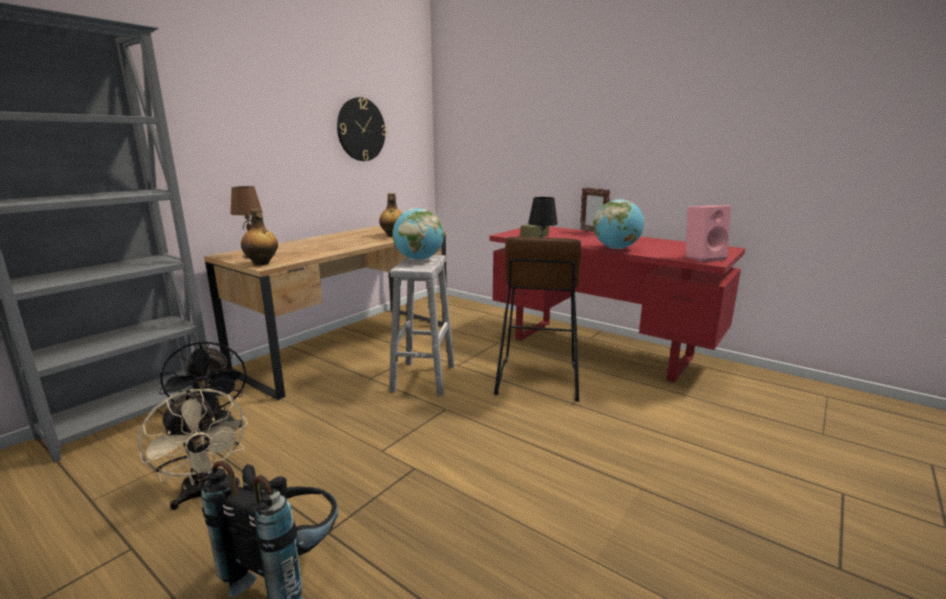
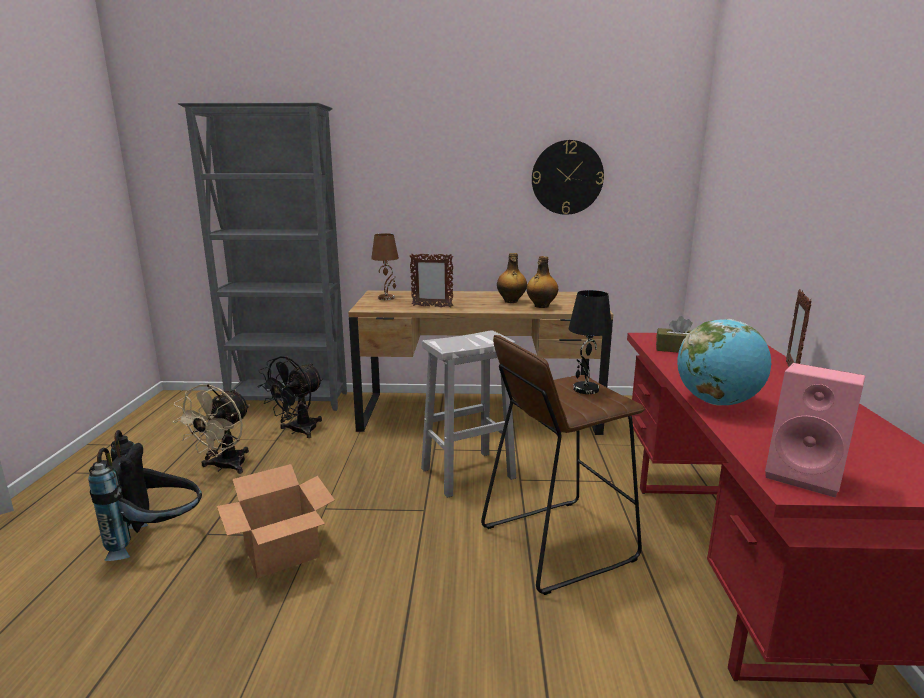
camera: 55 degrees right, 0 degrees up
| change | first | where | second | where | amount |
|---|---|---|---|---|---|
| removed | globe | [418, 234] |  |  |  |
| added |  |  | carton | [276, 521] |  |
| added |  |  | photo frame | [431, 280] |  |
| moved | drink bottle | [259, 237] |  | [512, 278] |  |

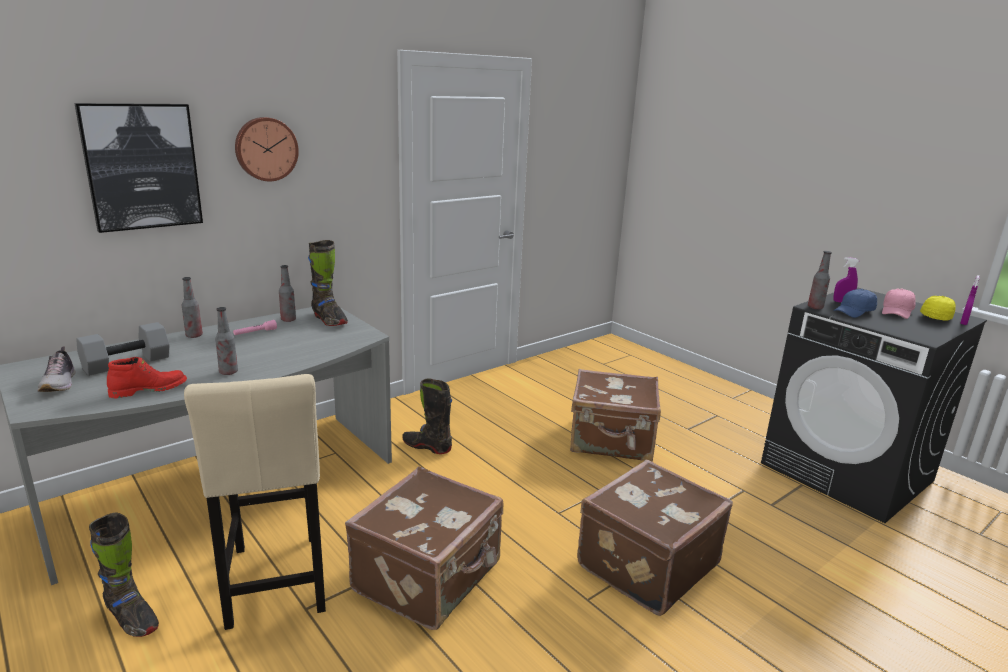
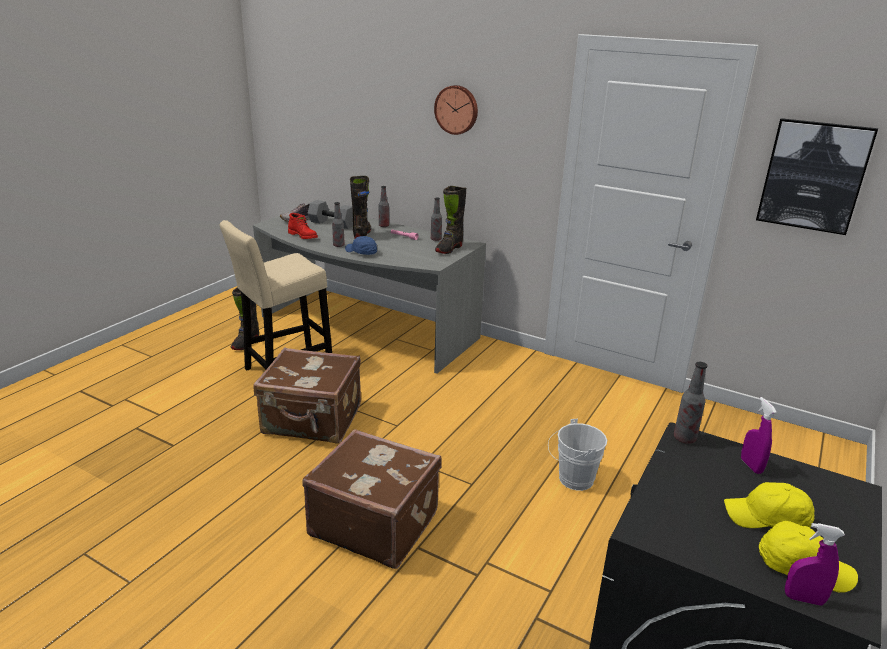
camera: 70 degrees right, 5 degrees up
| change | first | where | second | where | amount |
|---|---|---|---|---|---|
| moved | wall picture | [138, 168] |  | [817, 176] |  |
| moved | black tall boot | [427, 416] |  | [361, 207] |  |
| moved | bluish baseball cap | [855, 303] |  | [361, 245] |  |
| replaced | brownish travel case | [615, 415] | white-coloured bucket | [577, 455] |  |
| recoloured | pink baseball cap | [899, 304] | yellow-coloured baseball cap | [769, 505] |  |

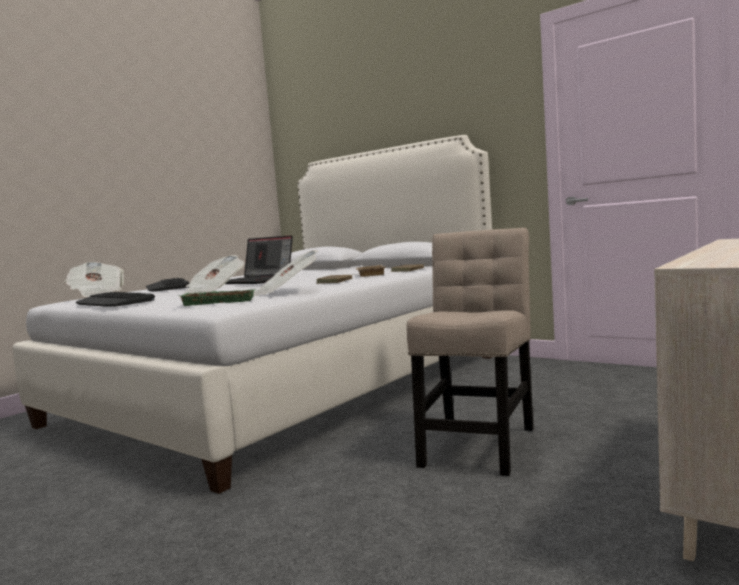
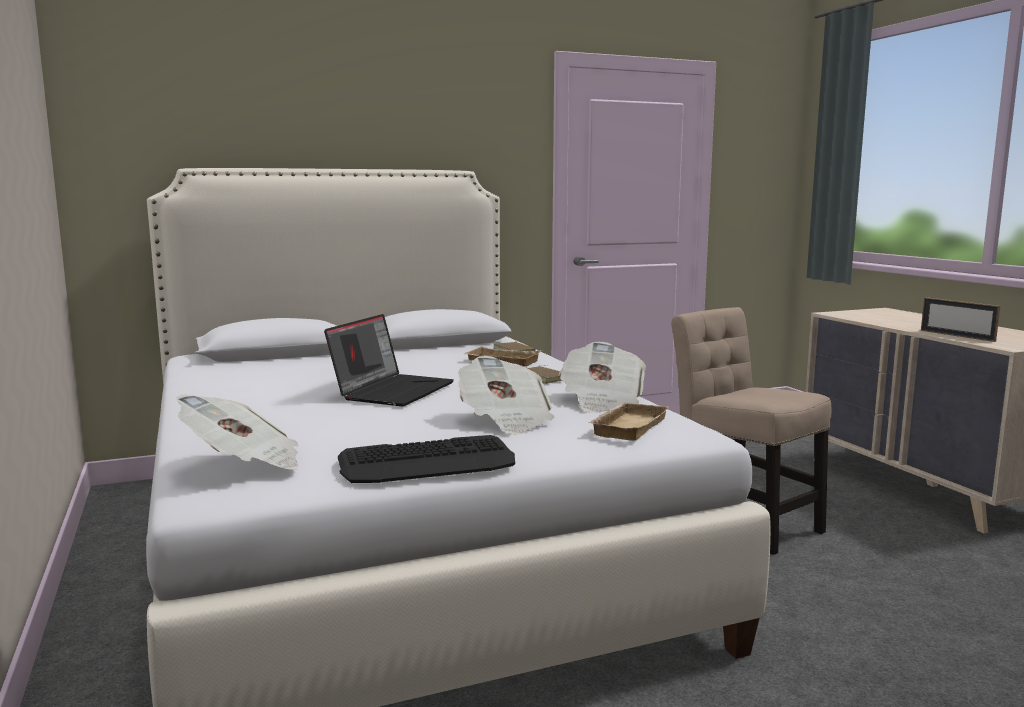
camera: 60 degrees left, 5 degrees up
| change | first | where | second | where | amount |
|---|---|---|---|---|---|
| removed | computer keyboard | [167, 284] |  |  |  |
| added |  |  | photo frame | [960, 319] |  |
| recoloured | green carrying tray | [217, 297] | beige-coloured carrying tray | [628, 421] |  |
| turned | notebook computer | [259, 259] |  | [389, 360] | 45 degrees counterclockwise |

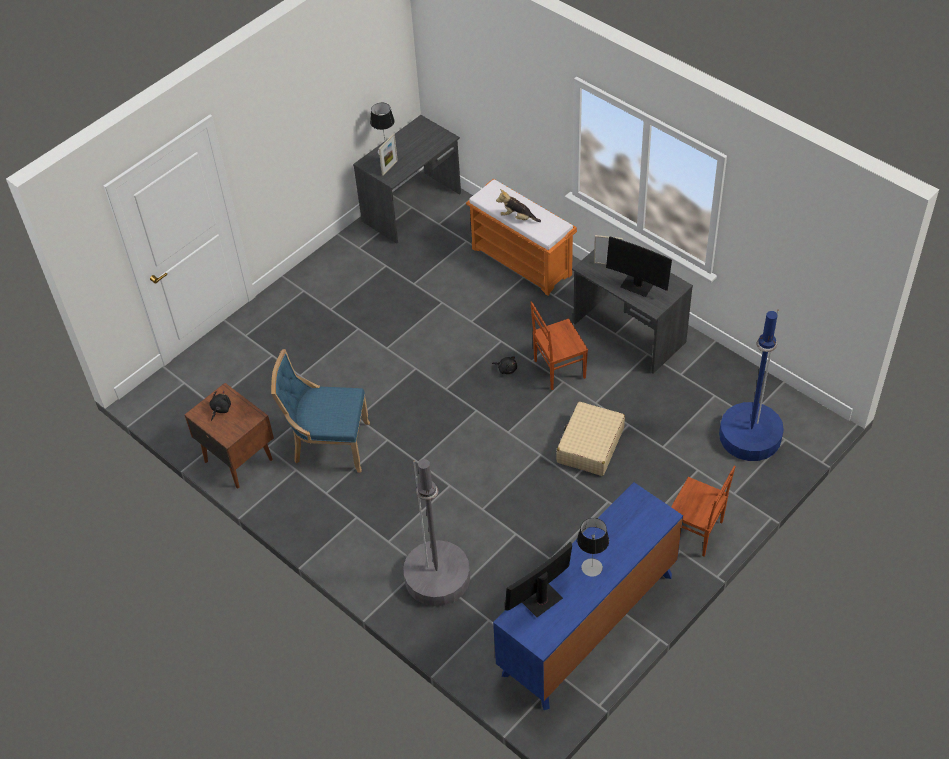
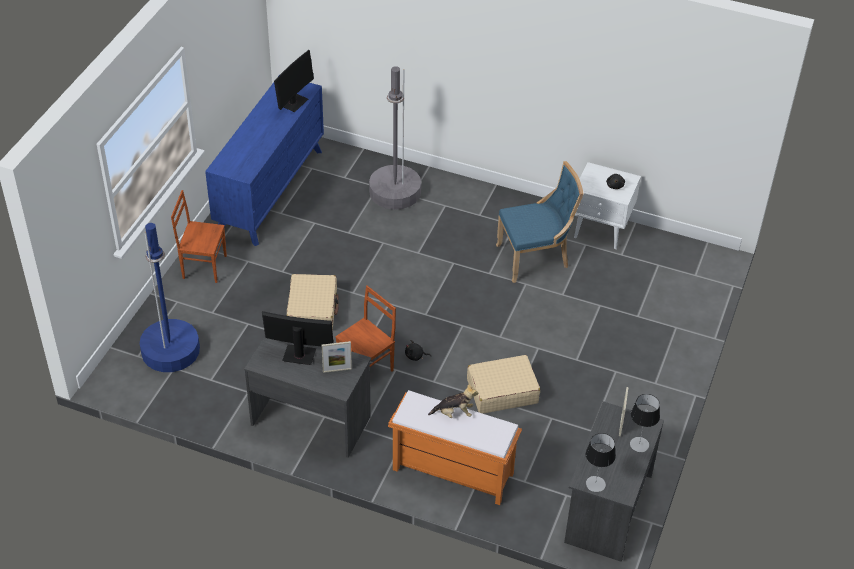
camera: 155 degrees right, 5 degrees down
| change | first | where | second | where | amount |
|---|---|---|---|---|---|
| added |  |  | beige-coloured travel case | [503, 384] |  |
| moved | tabletop lamp | [593, 547] |  | [601, 462] |  |
| recoloured | brownish night table | [229, 436] | white-coloured night table | [607, 205] |  |

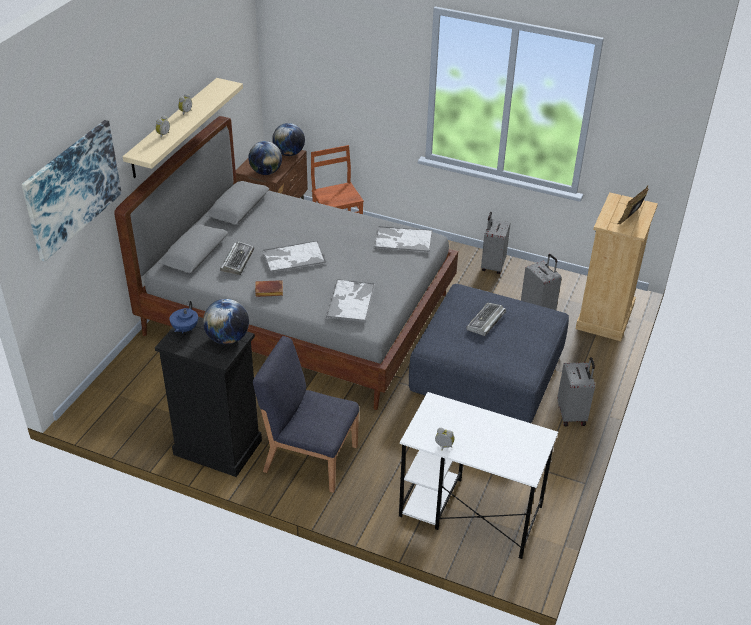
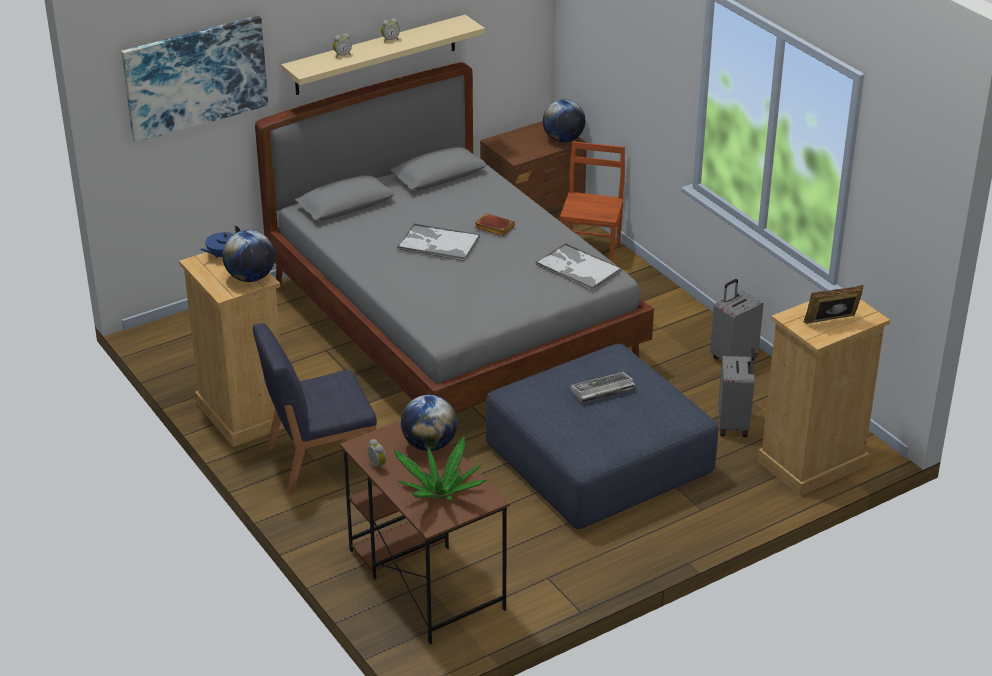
camera: 35 degrees right, 5 degrees down
| change | first | where | second | where | amount |
|---|---|---|---|---|---|
| removed | computer keyboard | [237, 258] |  |  |  |
| removed | carrying tray | [350, 301] |  |  |  |
| removed | greyish travel case | [576, 392] |  |  |  |
| added |  |  | potted plant | [440, 468] |  |
| moved | globe | [265, 158] |  | [429, 423] |  |
| moved | brownish bound book | [269, 288] |  | [495, 224] |  |
| recoloured | black dresser | [208, 397] | beige-coloured dresser | [231, 349] |  |
| recoloured | white-coloured desk table | [478, 475] | brownish desk table | [425, 532] |  |
| turned | bluish chair | [306, 414] |  | [315, 409] | 75 degrees counterclockwise |

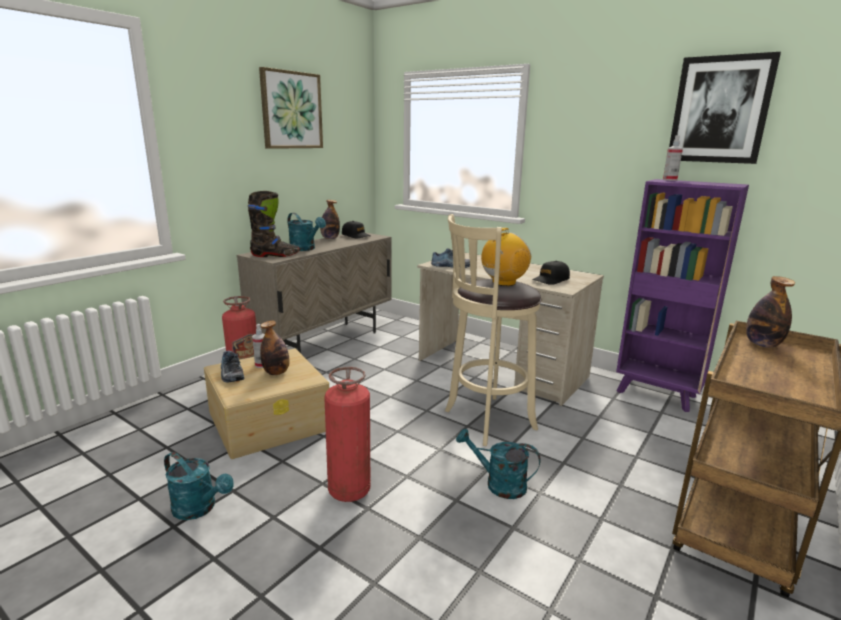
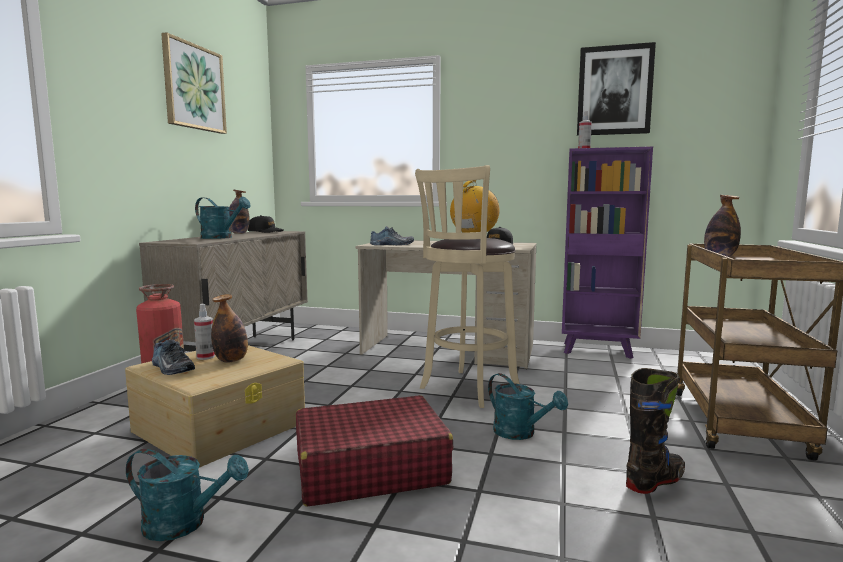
camera: 20 degrees left, 10 degrees down
| change | first | where | second | where | amount |
|---|---|---|---|---|---|
| moved | black tall boot | [274, 224] |  | [655, 431] |  |
| replaced | fire extinguisher | [347, 434] | red travel case | [374, 450] |  |
| turned | blue-green watering can | [498, 463] |  | [528, 406] | 135 degrees counterclockwise |

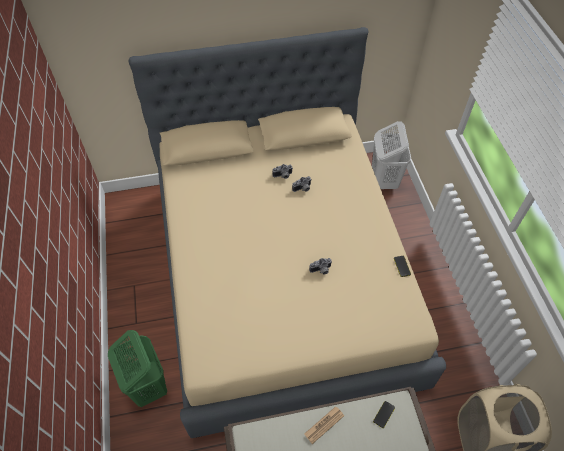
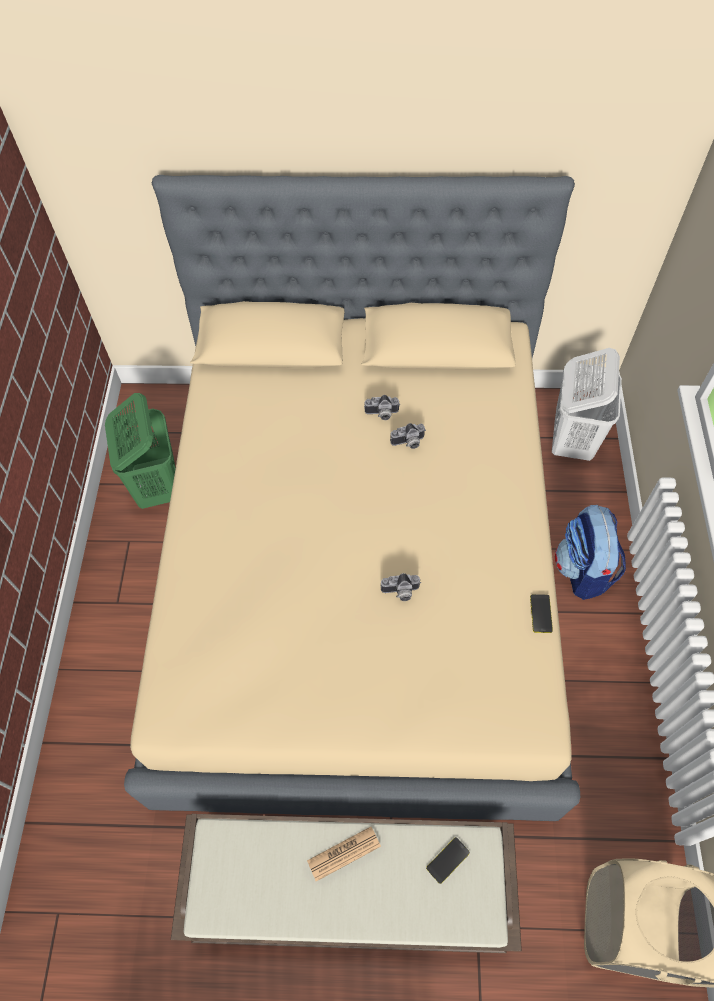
camera: 15 degrees right, 5 degrees up
| change | first | where | second | where | amount |
|---|---|---|---|---|---|
| added |  |  | knapsack | [590, 552] |  |
| moved | green washing basket | [137, 368] |  | [140, 451] |  |

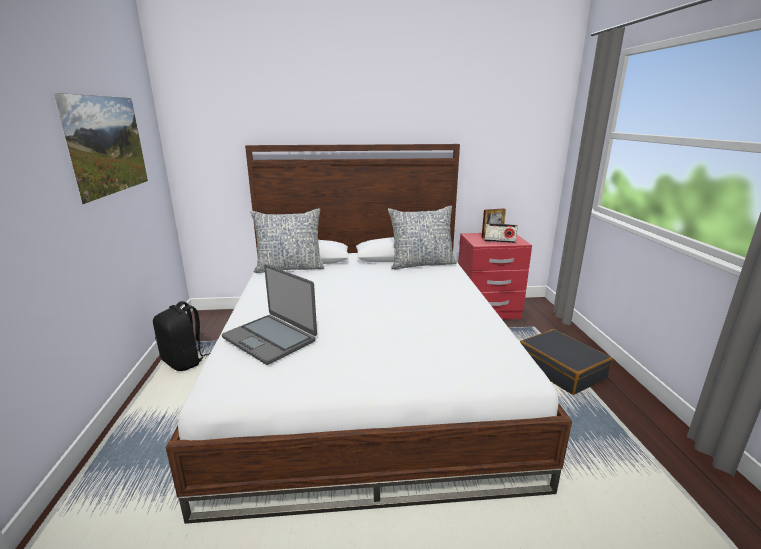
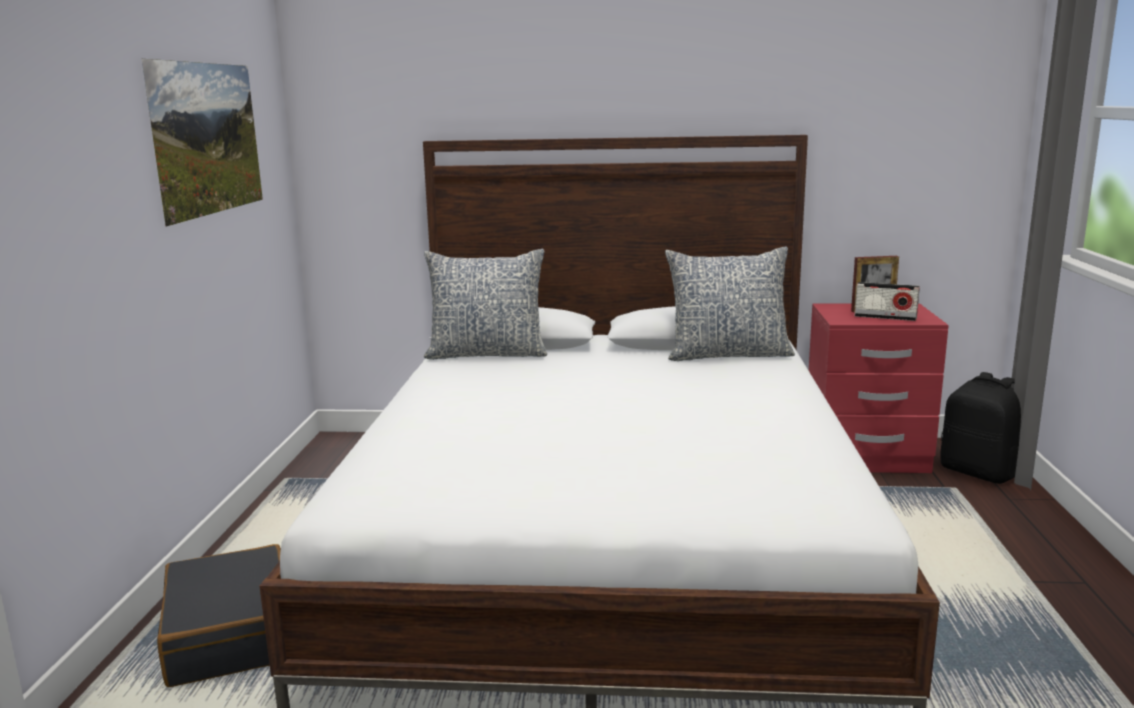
camera: 10 degrees right, 5 degrees down
| change | first | where | second | where | amount |
|---|---|---|---|---|---|
| removed | notebook computer | [269, 314] |  |  |  |
| moved | black knapsack | [181, 336] |  | [980, 428] |  |
| moved | black travel case | [566, 362] |  | [219, 615] |  |

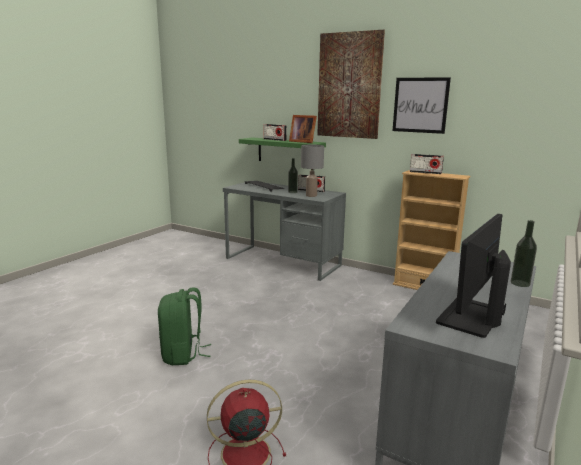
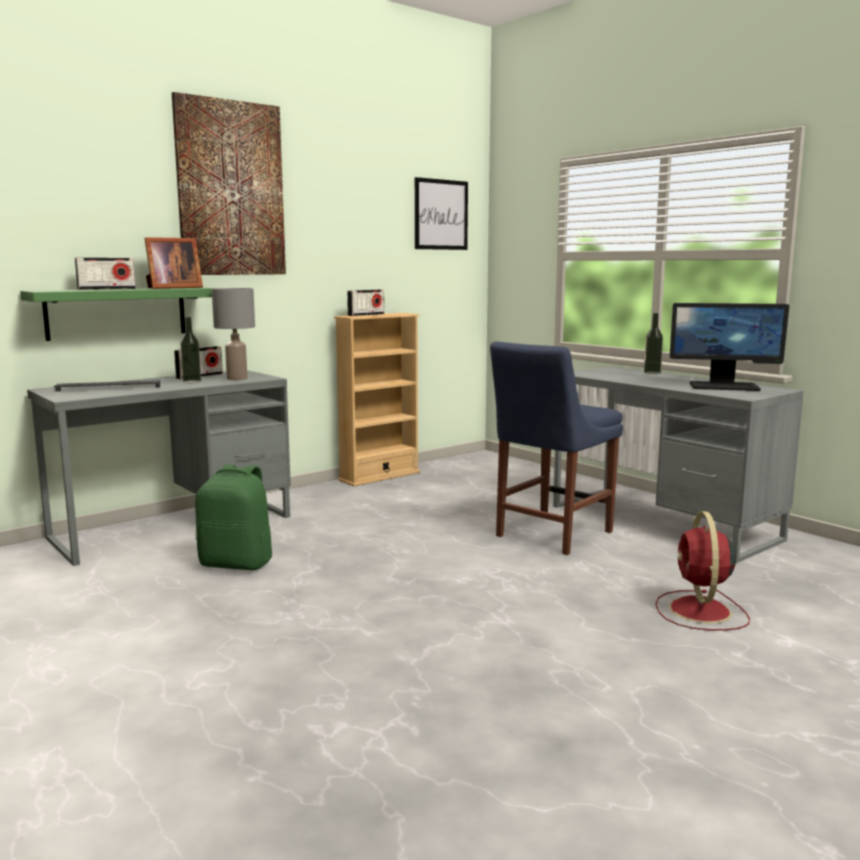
camera: 70 degrees left, 5 degrees down
| change | first | where | second | where | amount |
|---|---|---|---|---|---|
| added |  |  | bluish chair | [556, 448] |  |
| moved | green knapsack | [184, 326] |  | [234, 517] |  |
| moved | wall picture | [422, 105] |  | [441, 213] |  |
| turned | monitor | [473, 276] |  | [729, 347] | 45 degrees counterclockwise |

